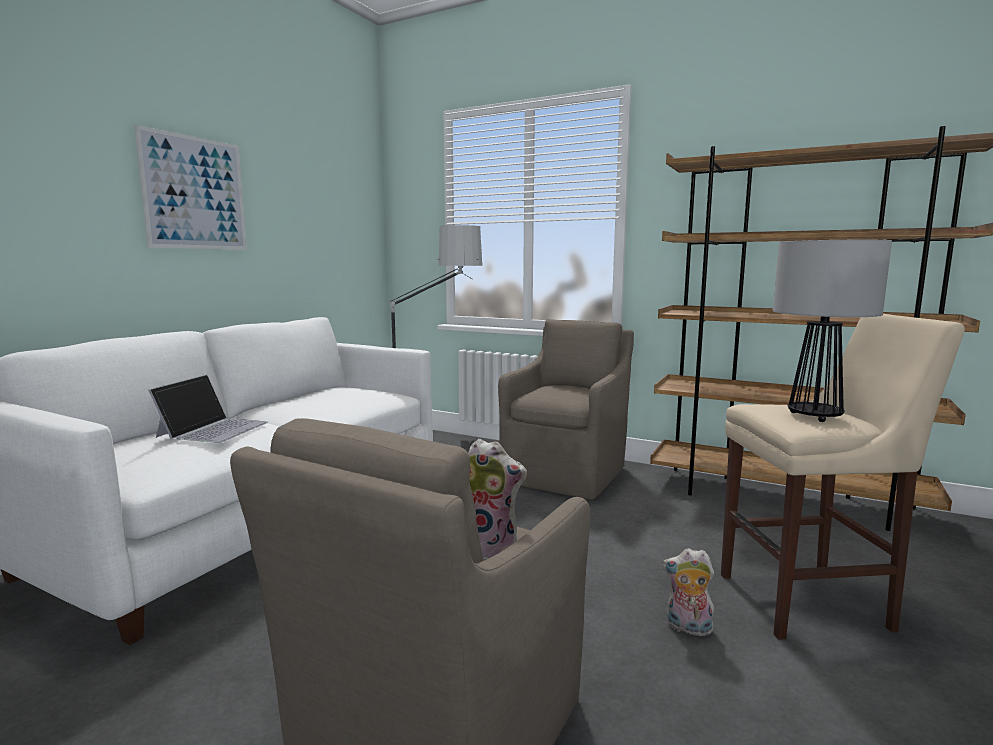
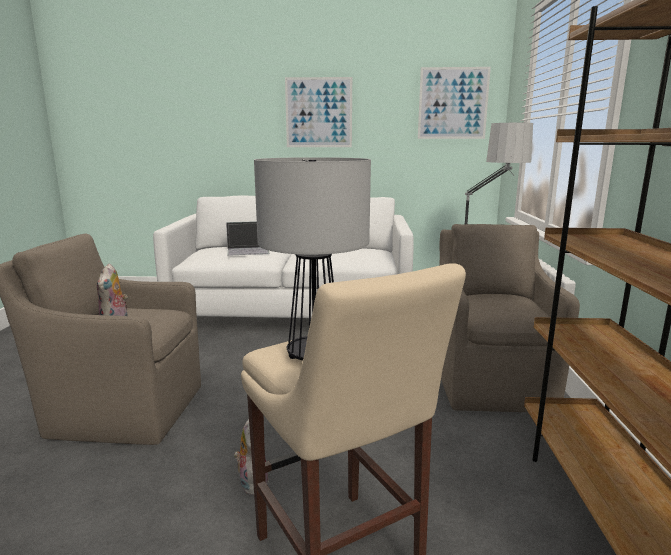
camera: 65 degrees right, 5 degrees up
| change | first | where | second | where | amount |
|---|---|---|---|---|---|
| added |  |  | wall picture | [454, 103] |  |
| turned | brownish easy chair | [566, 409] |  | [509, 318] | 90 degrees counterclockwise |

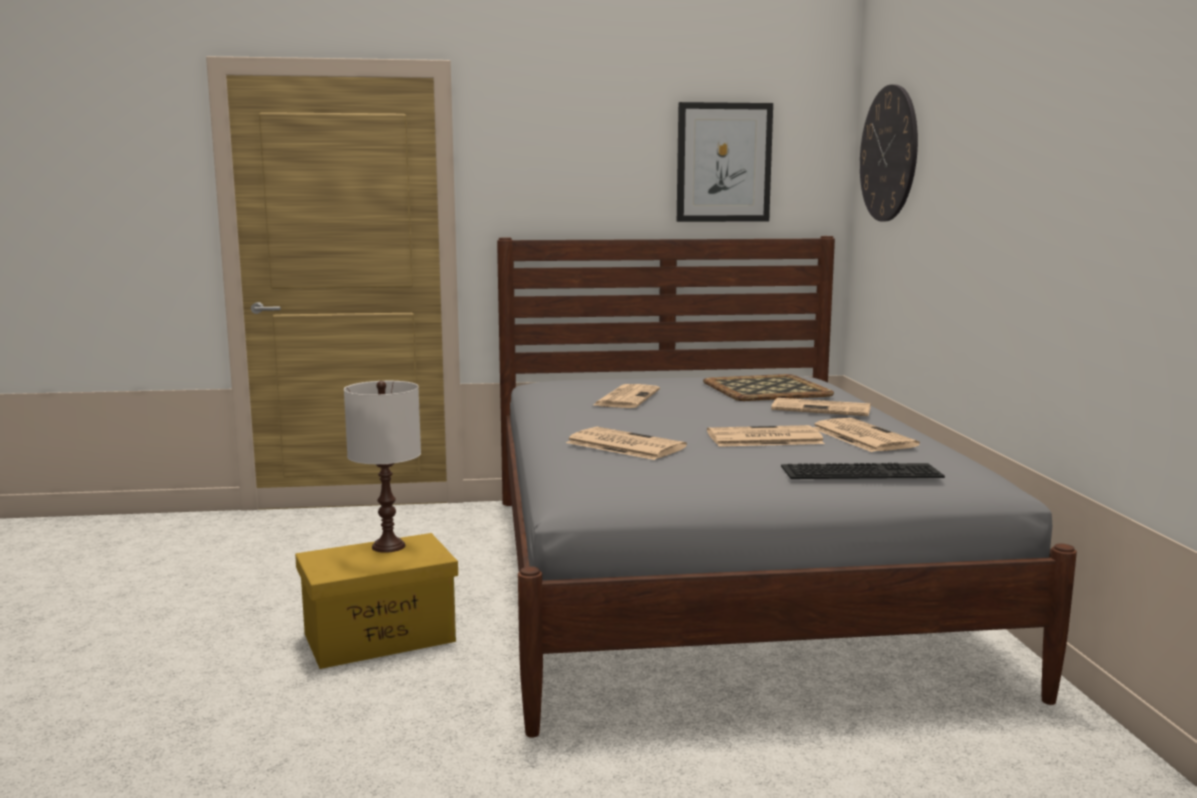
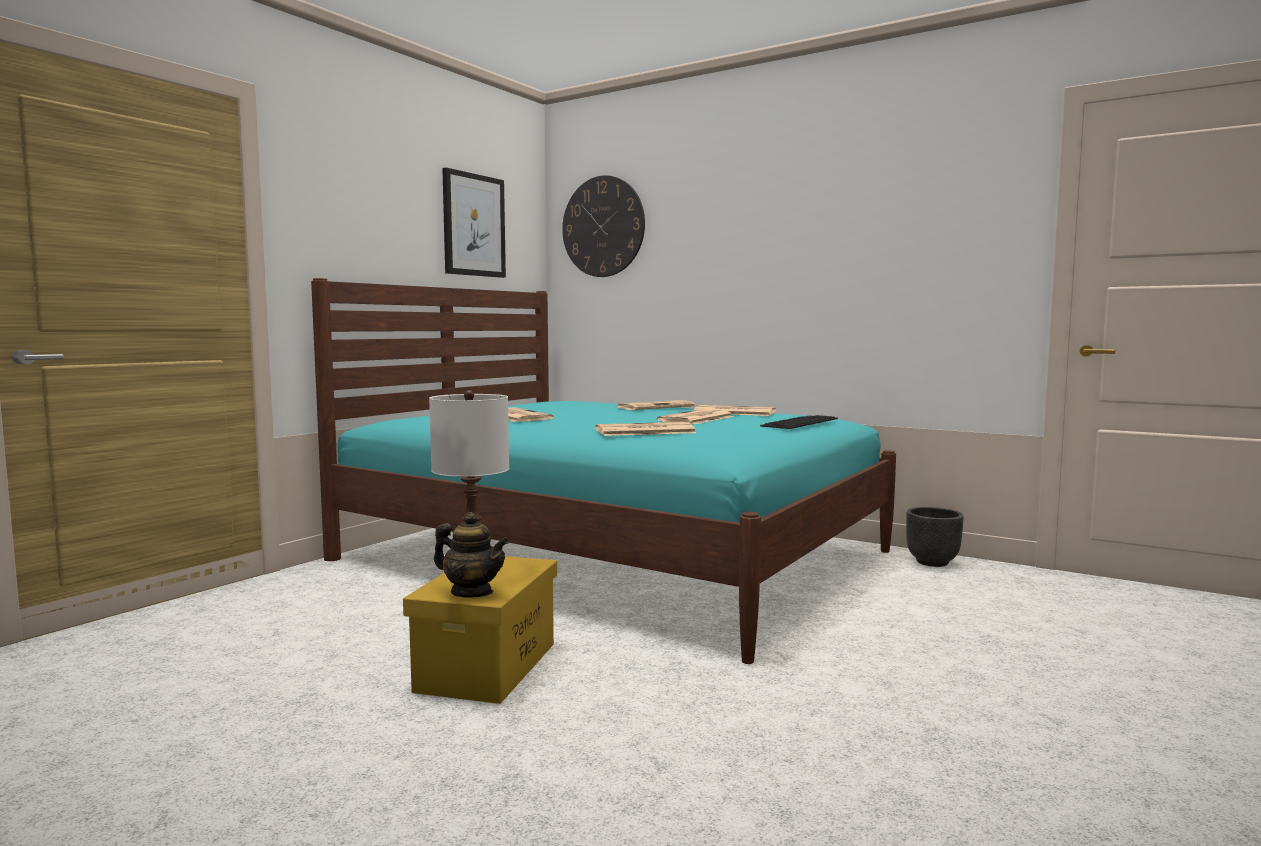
camera: 50 degrees left, 5 degrees down
| change | first | where | second | where | amount |
|---|---|---|---|---|---|
| removed | carrying tray | [768, 387] |  |  |  |
| added |  |  | tea pot | [471, 555] |  |
| added |  |  | black plant pot | [935, 537] |  |
| recoloured | greyish bed | [787, 487] | blue-green bed | [603, 471] |  |

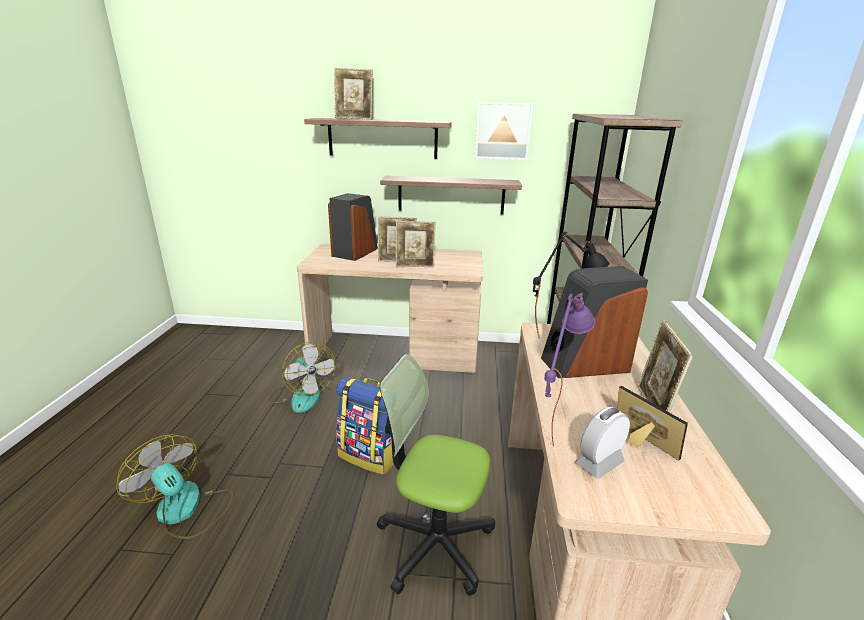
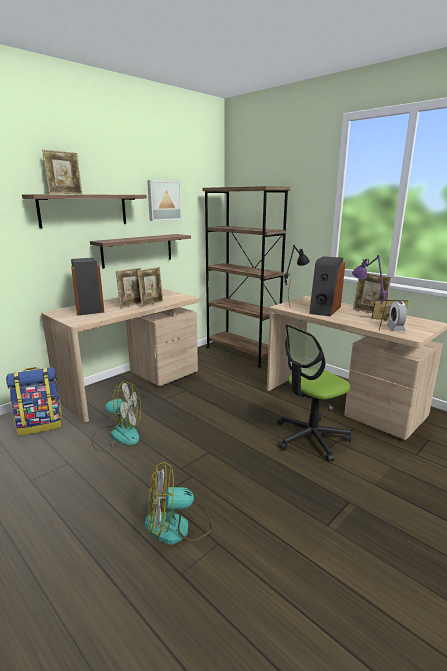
camera: 50 degrees left, 5 degrees down
| change | first | where | second | where | amount |
|---|---|---|---|---|---|
| moved | knapsack | [365, 426] |  | [34, 401] |  |

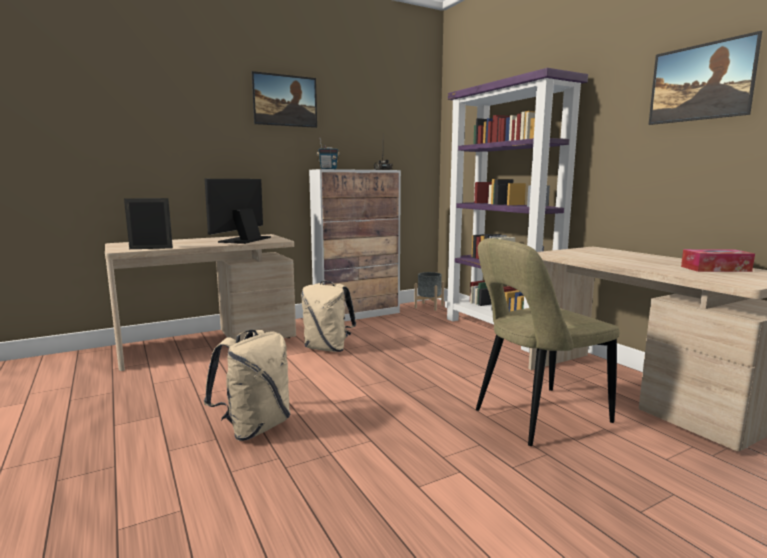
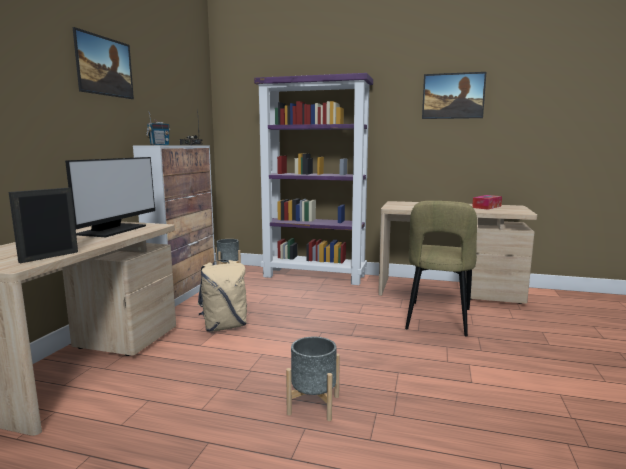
camera: 45 degrees left, 0 degrees up
| change | first | where | second | where | amount |
|---|---|---|---|---|---|
| replaced | beige-coloured knapsack | [247, 385] | greyish plant pot | [313, 379] |  |
| turned | monitor | [238, 211] |  | [110, 197] | 135 degrees counterclockwise |

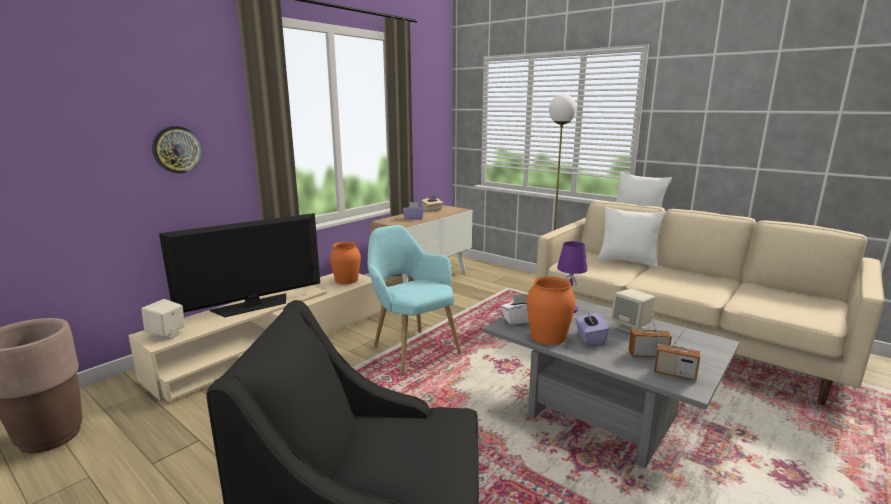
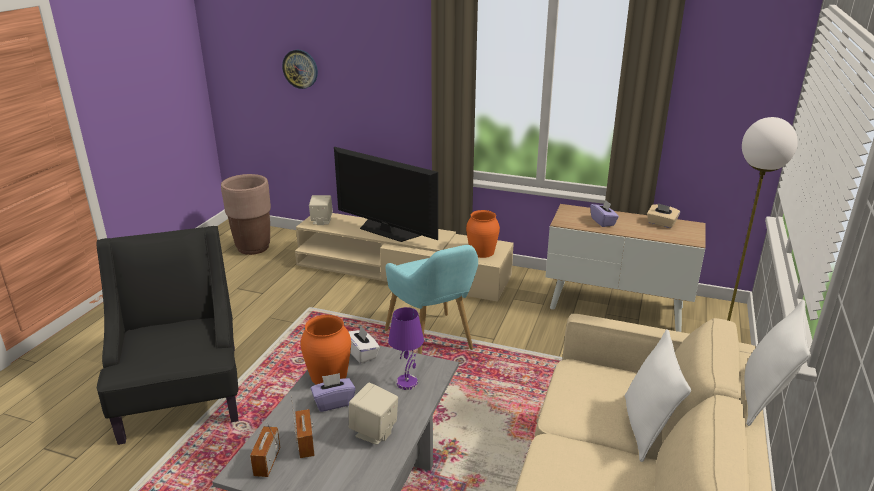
camera: 70 degrees right, 10 degrees up
| change | first | where | second | where | amount |
|---|---|---|---|---|---|
| moved | hanging clock | [177, 150] |  | [300, 69] |  |
| turned | blue-green easy chair | [414, 300] |  | [431, 299] | 120 degrees clockwise |

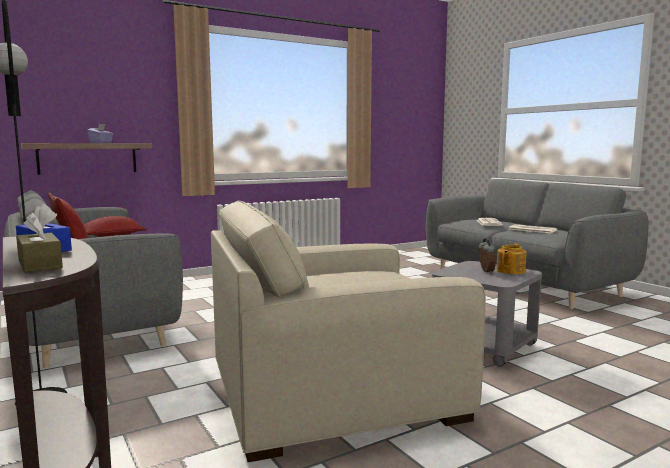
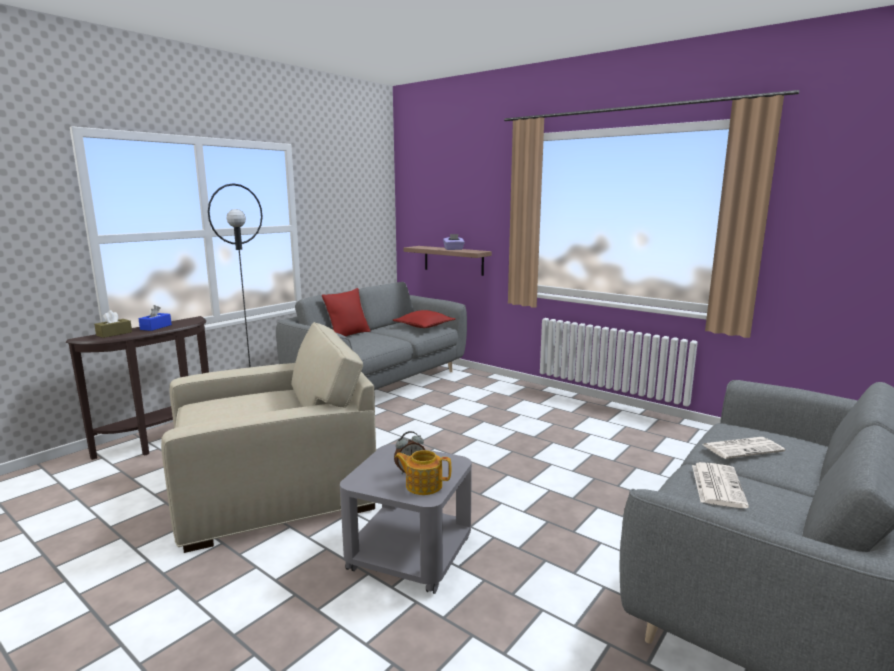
camera: 70 degrees right, 5 degrees up
| change | first | where | second | where | amount |
|---|---|---|---|---|---|
| turned | beige-coloured easy chair | [348, 331] |  | [268, 437] | 105 degrees clockwise |

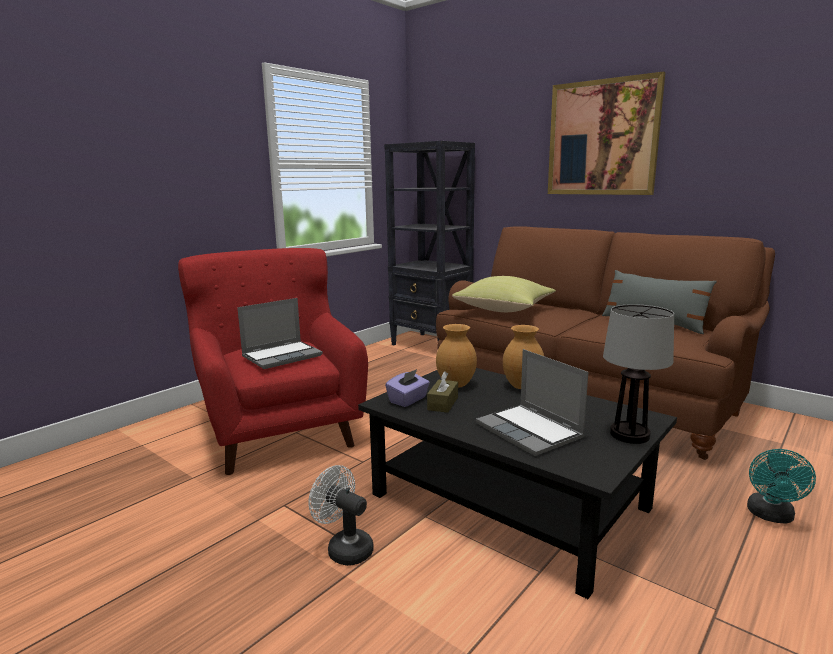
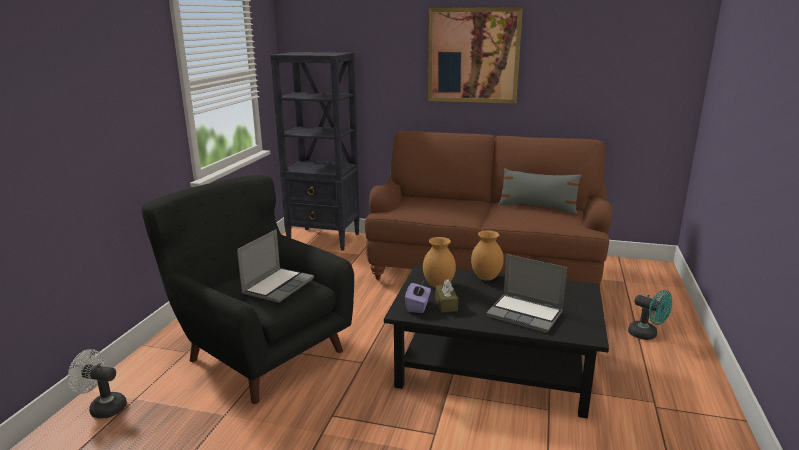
camera: 25 degrees left, 5 degrees up
| change | first | where | second | where | amount |
|---|---|---|---|---|---|
| removed | yellow-coloured throw pillow | [504, 294] |  |  |  |
| removed | tabletop lamp | [638, 374] |  |  |  |
| moved | white-coloured cooling fan | [341, 515] |  | [97, 383] |  |
| recoloured | red easy chair | [273, 361] | black easy chair | [248, 289] |  |
| turned | blue-green cooling fan | [781, 486] |  | [650, 315] | 45 degrees counterclockwise |

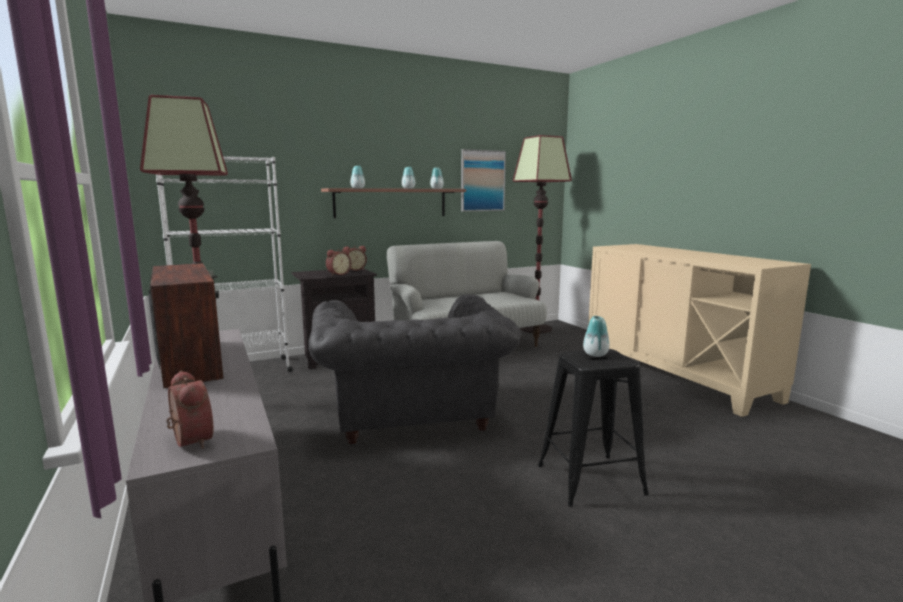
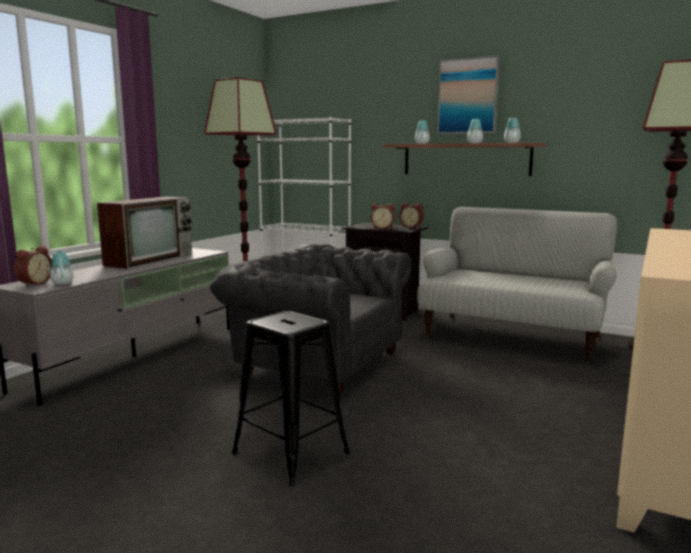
camera: 55 degrees right, 0 degrees up
| change | first | where | second | where | amount |
|---|---|---|---|---|---|
| moved | wall picture | [483, 180] |  | [468, 94] |  |
| moved | vase | [596, 336] |  | [62, 268] |  |
| turned | greyish easy chair | [414, 369] |  | [310, 319] | 75 degrees clockwise |

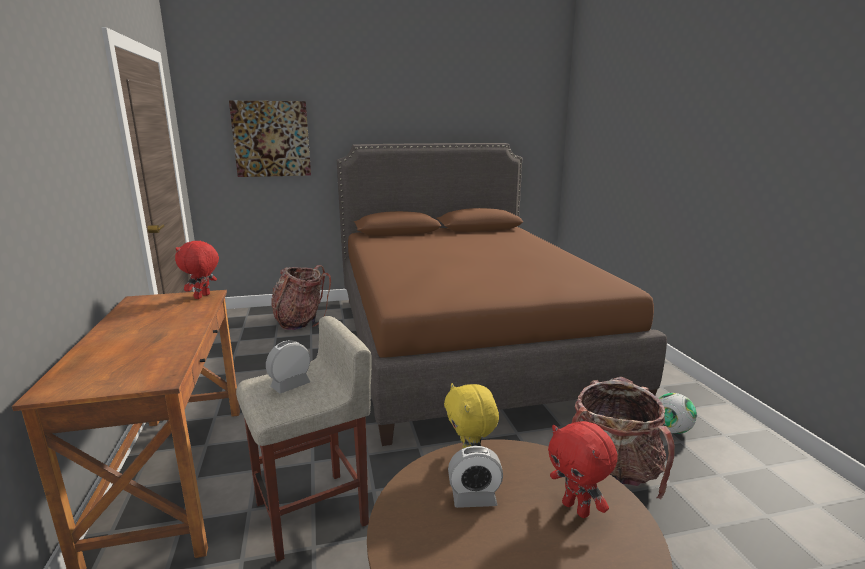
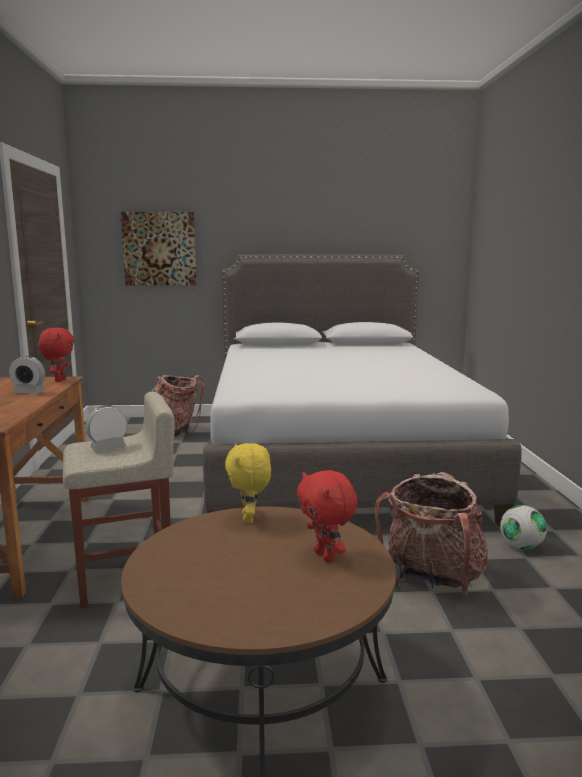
camera: 10 degrees right, 5 degrees down
| change | first | where | second | where | amount |
|---|---|---|---|---|---|
| moved | bedside clock | [475, 477] |  | [27, 375] |  |
| recoloured | brownish bed | [502, 294] | greyish bed | [362, 390] |  |
| turned | red plush toy | [197, 270] |  | [56, 354] | 150 degrees clockwise |

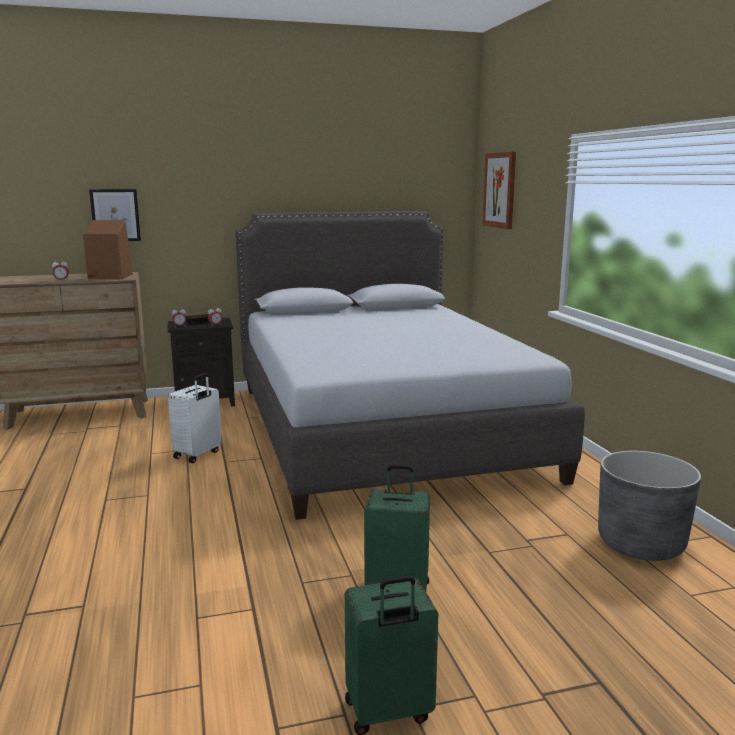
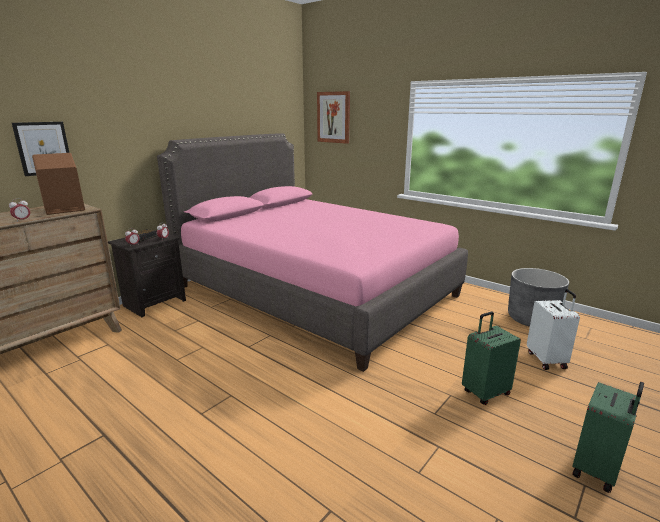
camera: 35 degrees left, 5 degrees up
| change | first | where | second | where | amount |
|---|---|---|---|---|---|
| moved | white-coloured travel case | [195, 418] |  | [553, 329] |  |
| recoloured | greyish bed | [410, 365] | pink bed | [312, 252] |  |

